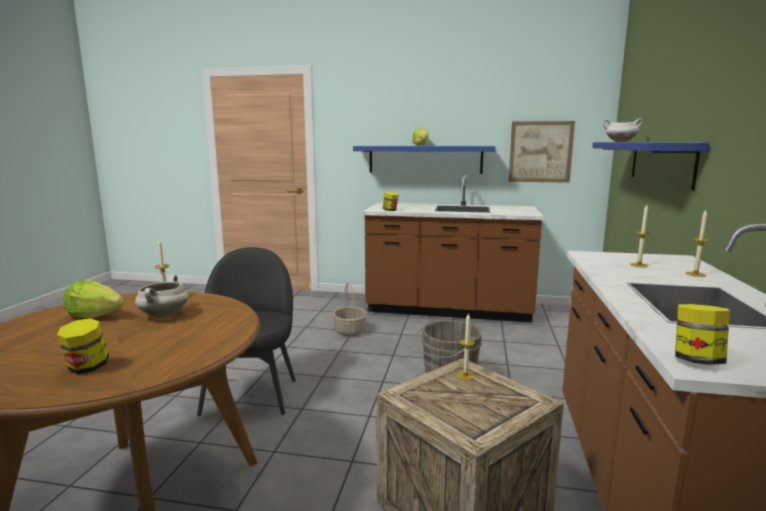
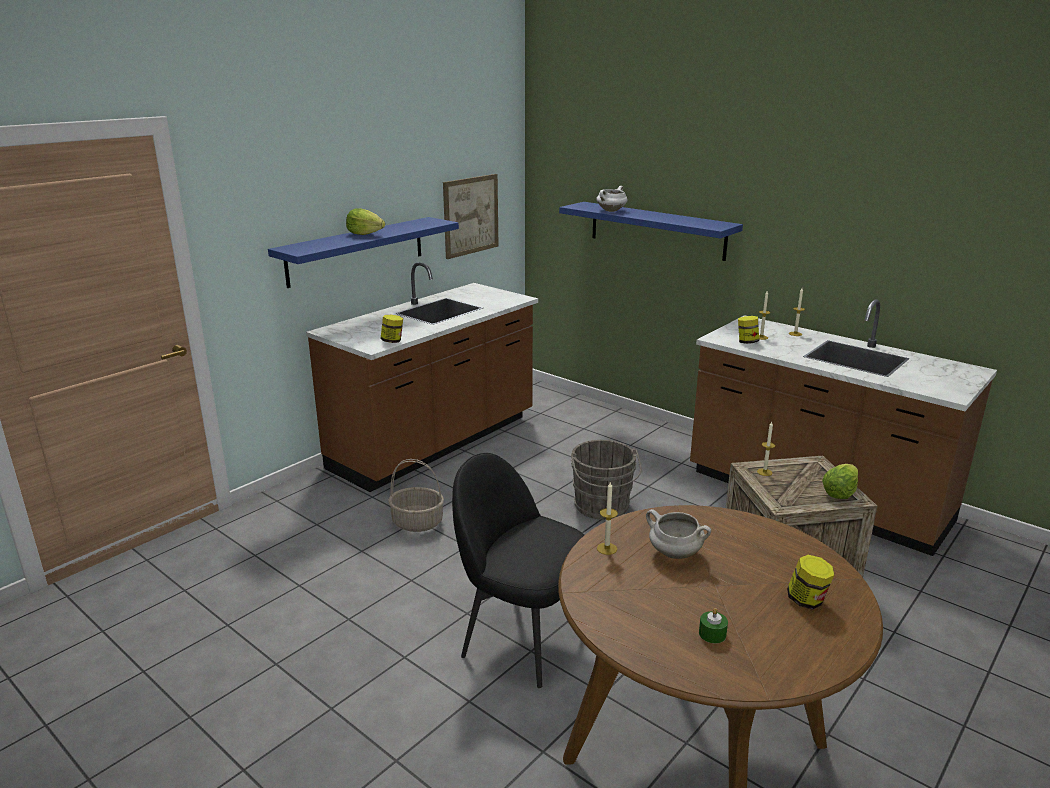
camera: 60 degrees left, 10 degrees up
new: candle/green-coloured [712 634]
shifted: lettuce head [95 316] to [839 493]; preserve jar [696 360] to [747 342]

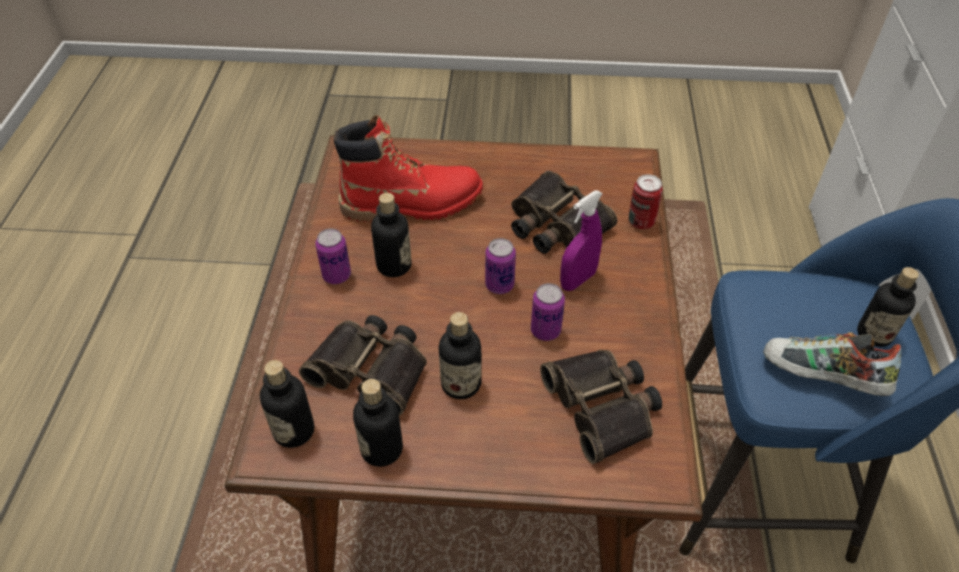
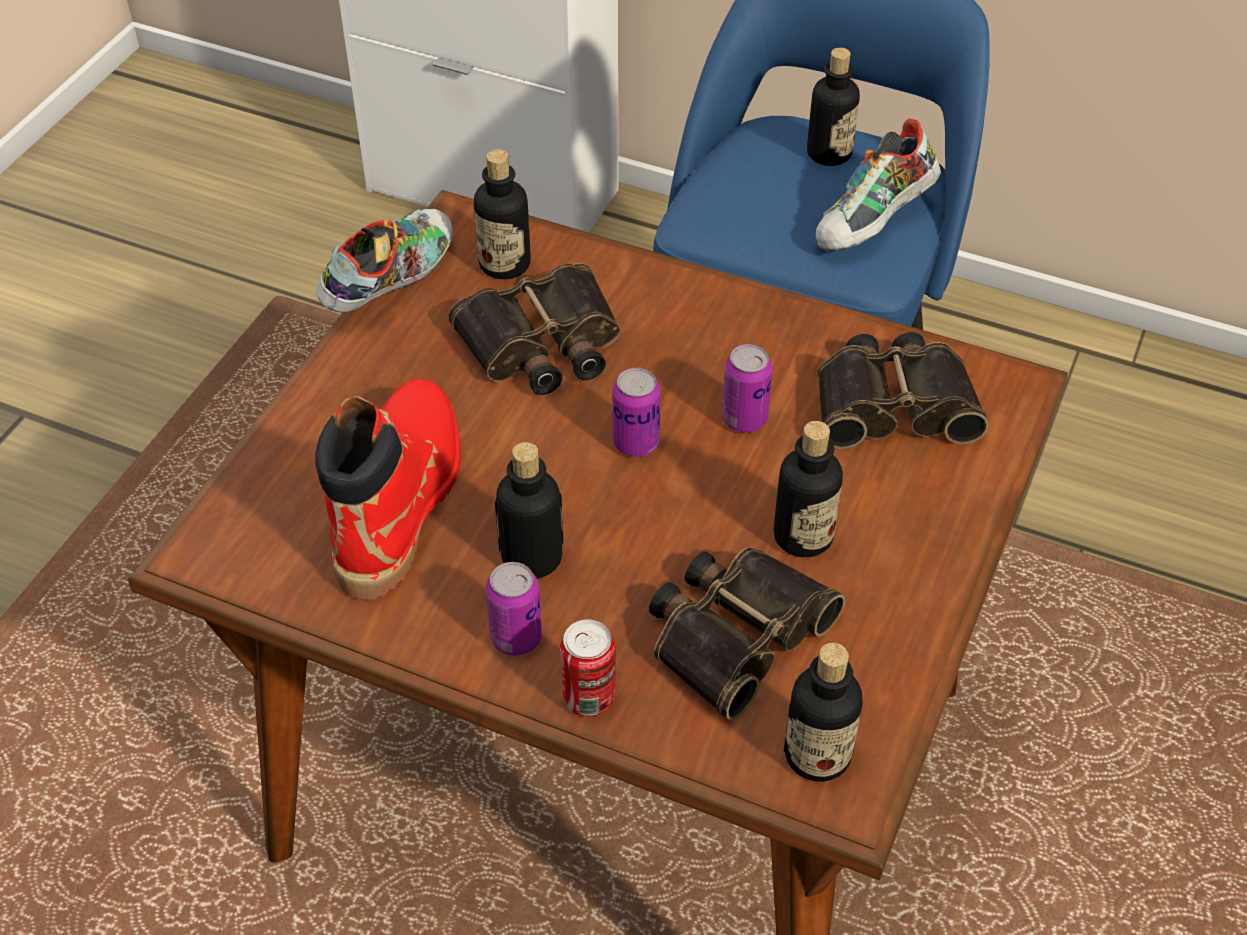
camera: 70 degrees left, 0 degrees up
gone: spray bottle/purplish [578 280]
new: low shoe [390 281]
shifted: bottle [381 449] to [505 264]; can [641 222] to [588 698]

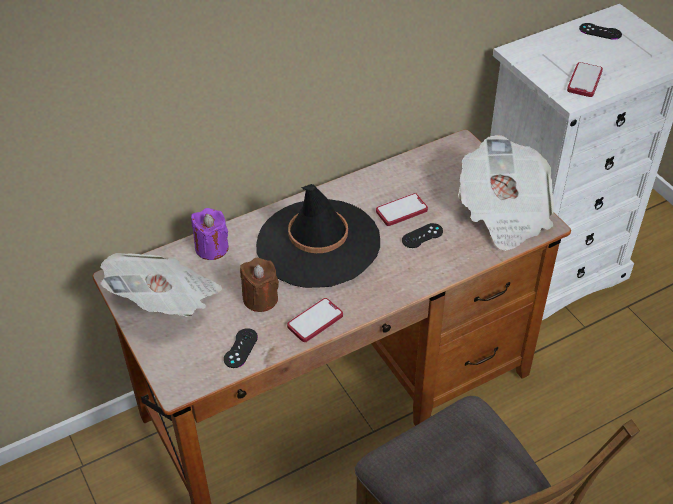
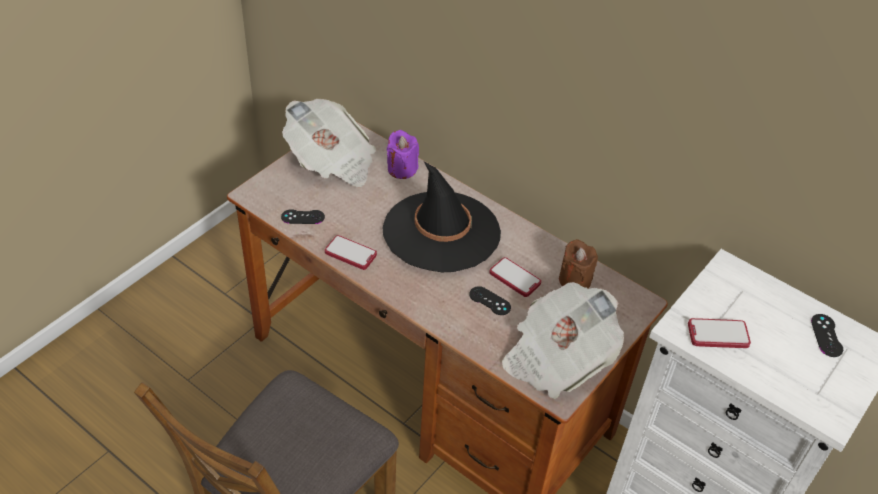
camera: 65 degrees right, 0 degrees up
shifted: candle/brownish [260 299] to [574 280]

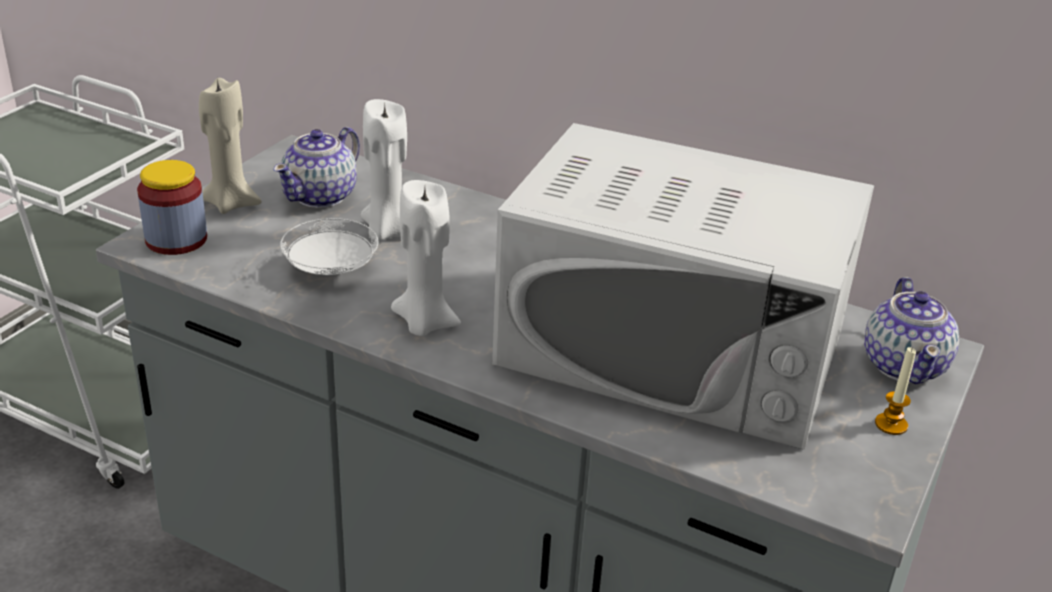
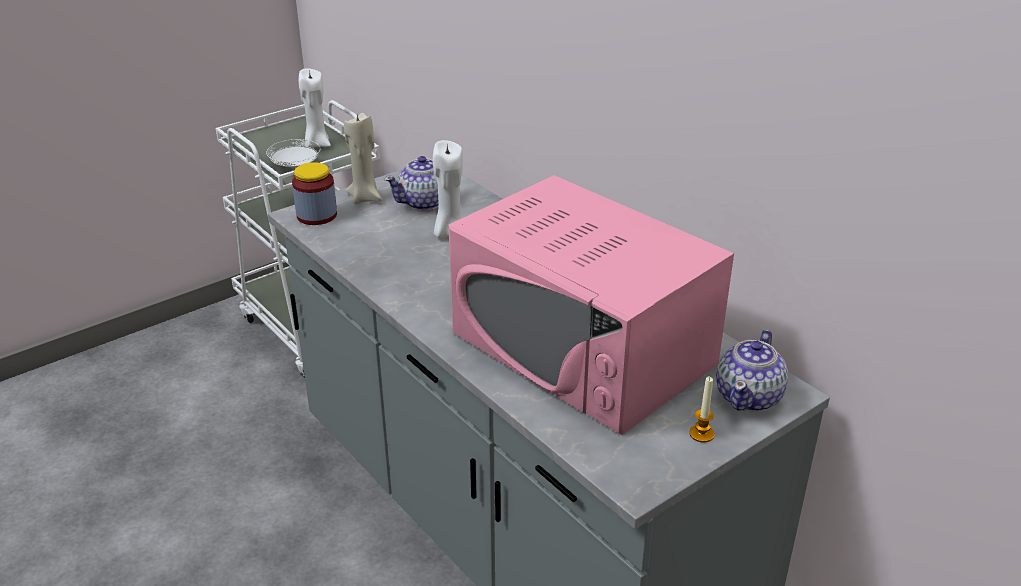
camera: 25 degrees right, 0 degrees up
shifted: plate/white [330 270] to [295 166]; candle/white [424 324] to [317 144]
repainted: microwave oven/white [672 349] to microwave oven/pink-coloured [582 348]

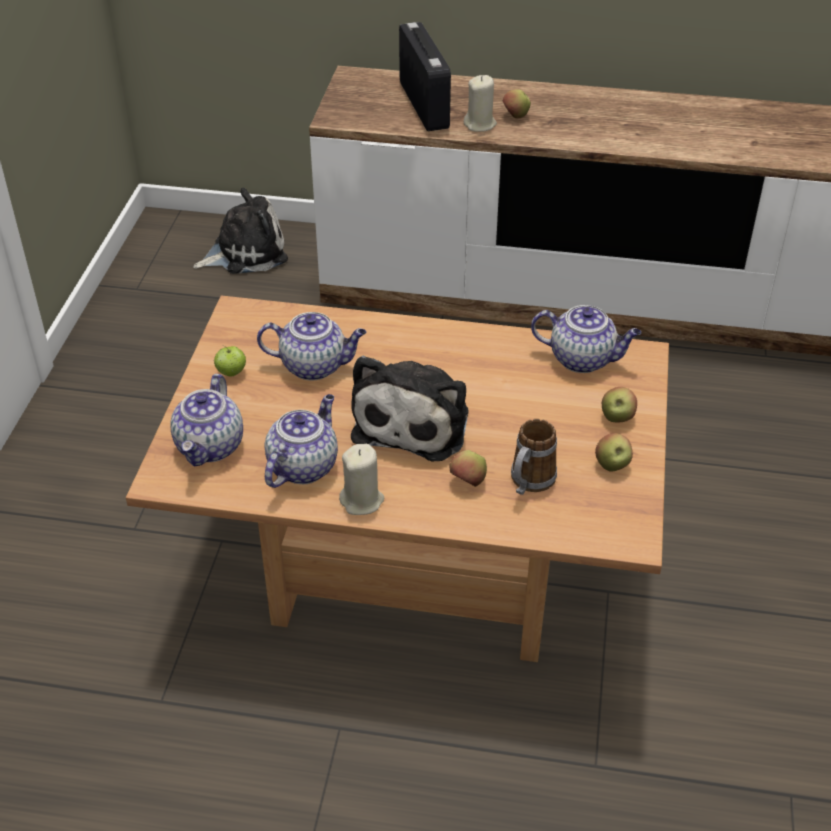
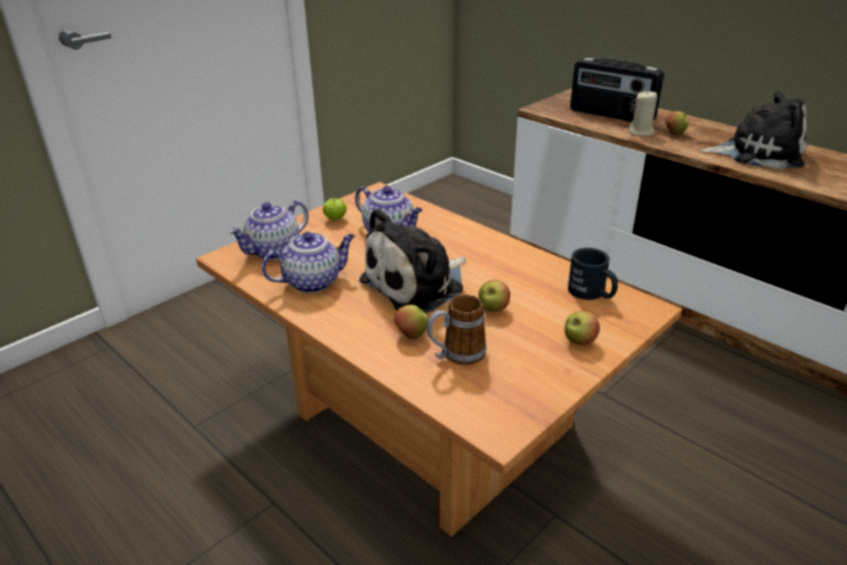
camera: 35 degrees right, 10 degrees down
gone: candle/sand-coloured [362 500]
shifted: soft toy [245 252] to [757 153]; apple fruit [612 466] to [493 309]
swapped: pot for tea [583 359] to tea mug/black-coloured [592 293]
rotated: radio [425 105] = [611 115] 105 degrees clockwise

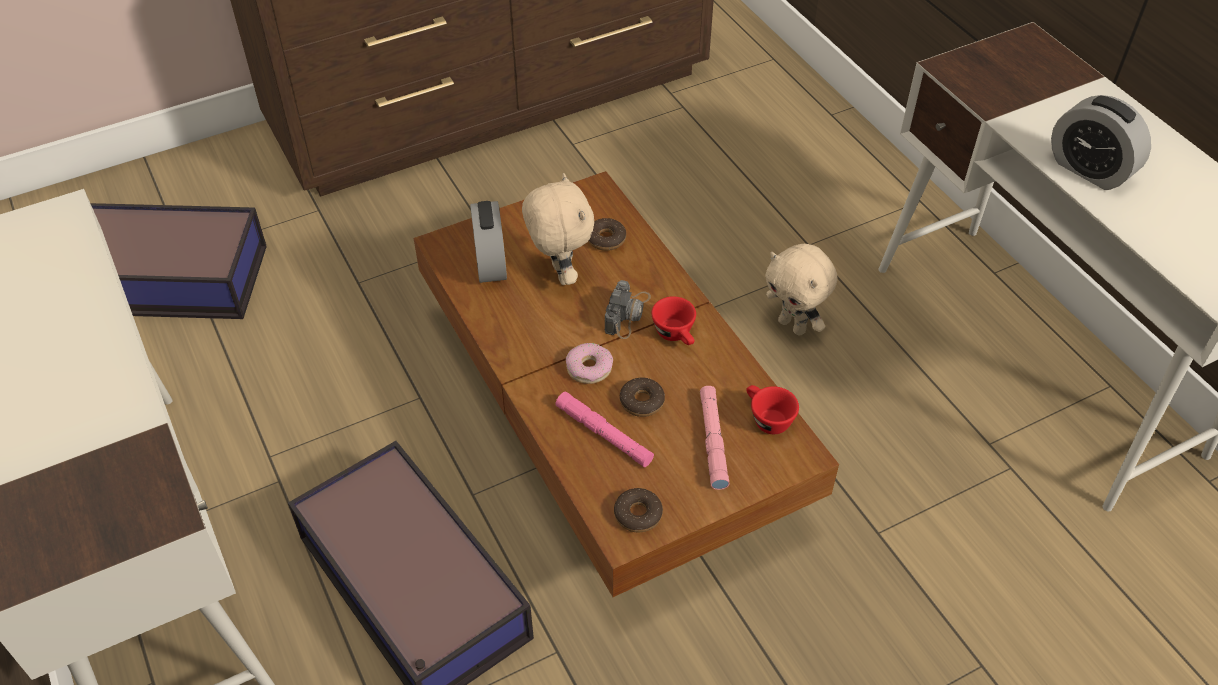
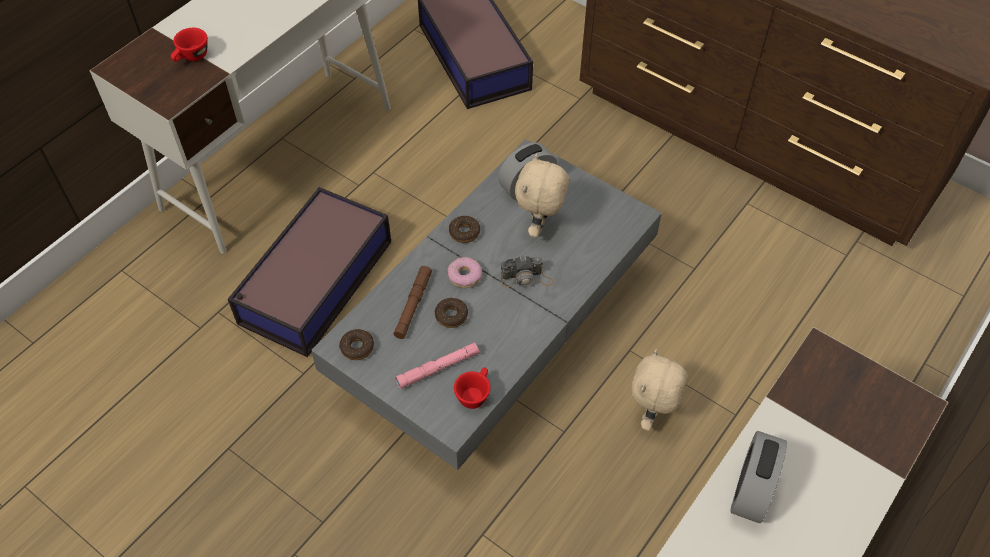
camera: 65 degrees right, 5 degrees up
shifted: doughnut [606 239] to [464 232]; cup/red [676 335] to [192 57]
repainted: coffee table/brownish [606 419] to coffee table/greyish [494 329]; torch/pink-coloured [604 434] to torch/brownish [413 305]
rotated: soft toy/sand-coloured [559 274] = [540 227] 150 degrees clockwise

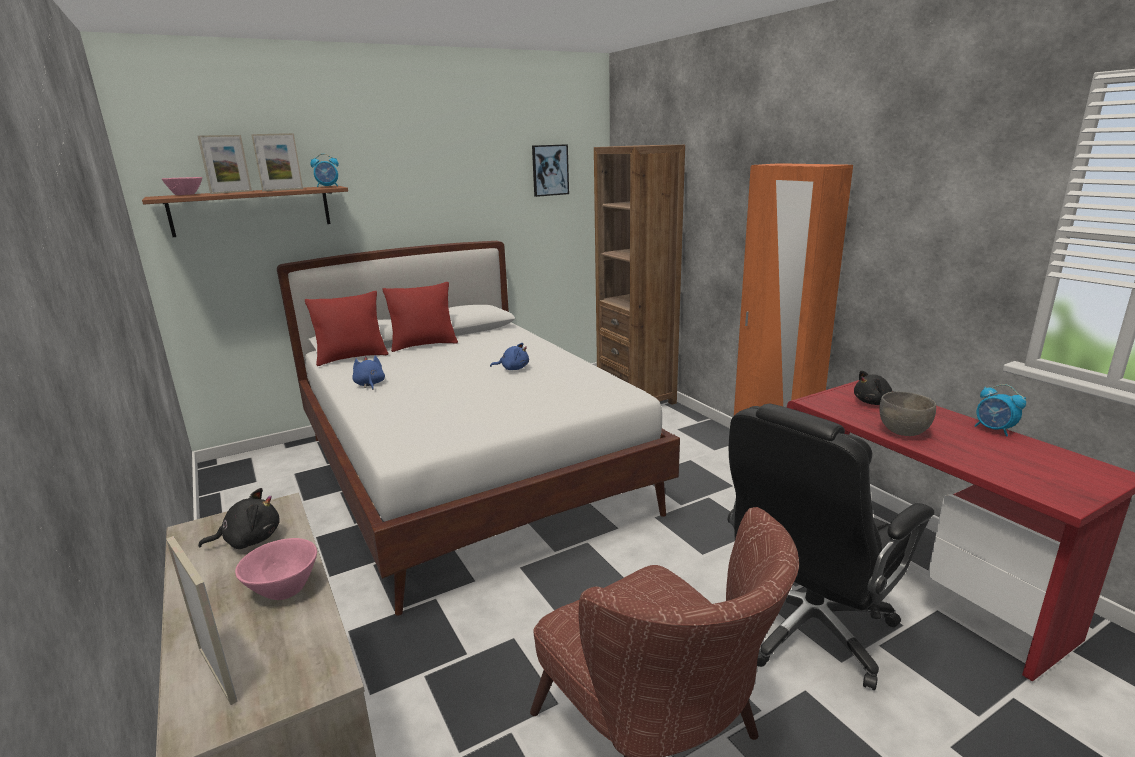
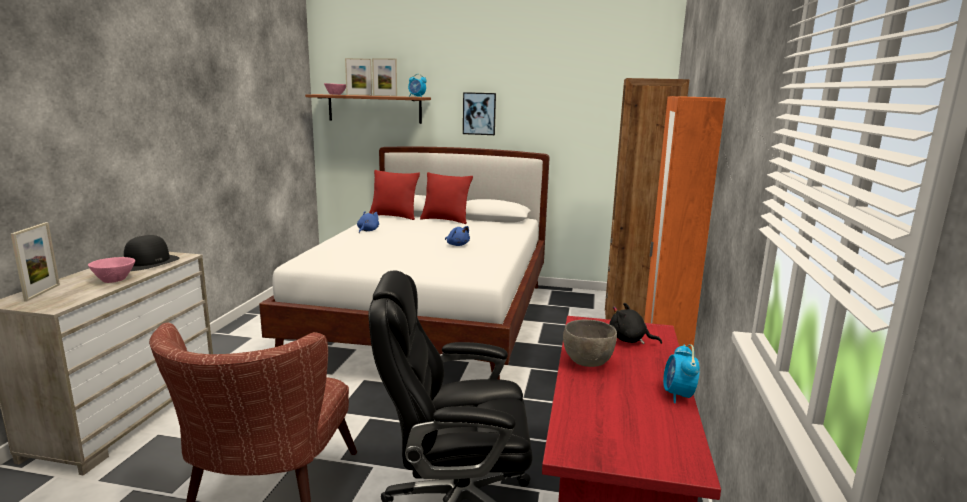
camera: 40 degrees right, 5 degrees down
shifted: wall art [550 170] to [479 113]
swapped: soft toy/black-coloured [249 540] to wearable hat/black-coloured [147 262]

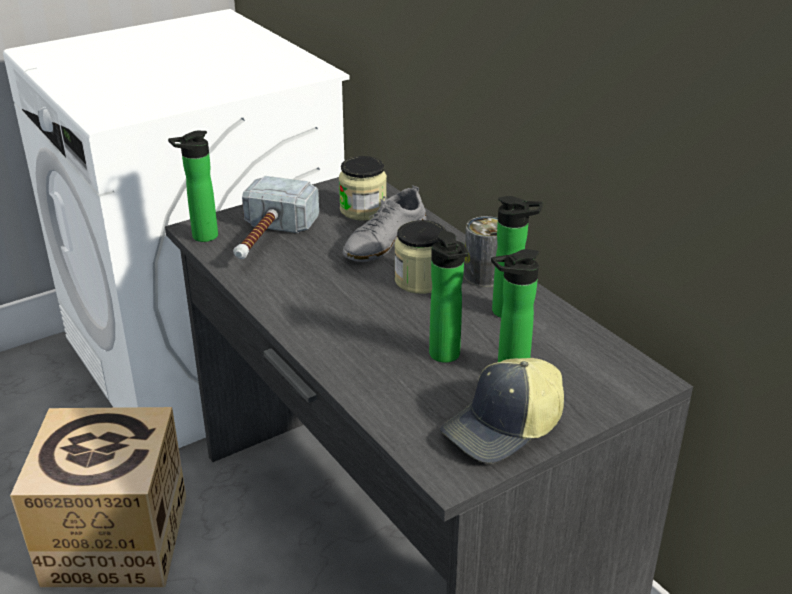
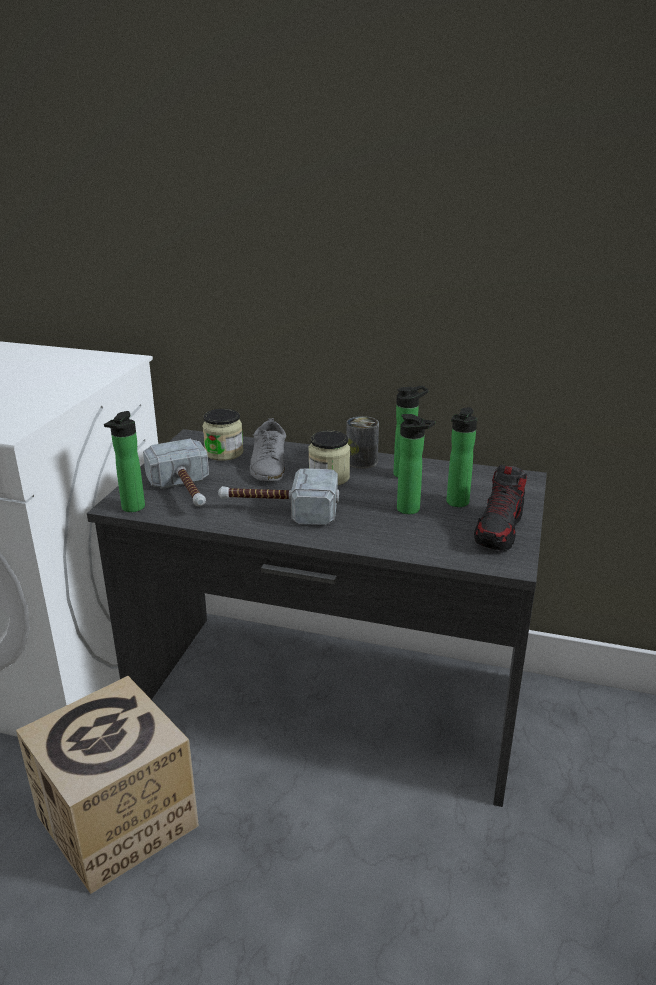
camera: 40 degrees left, 5 degrees down
new: tool hammer [279 510]
swapped: cap [504 429] to low shoe [499 530]

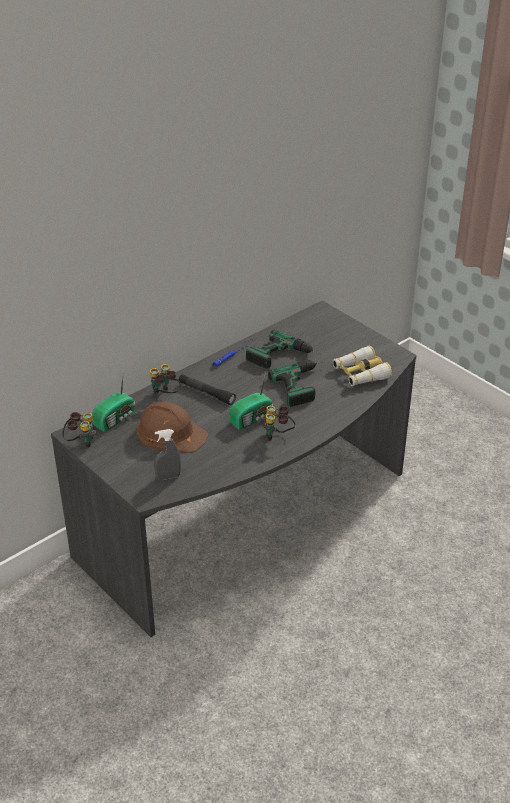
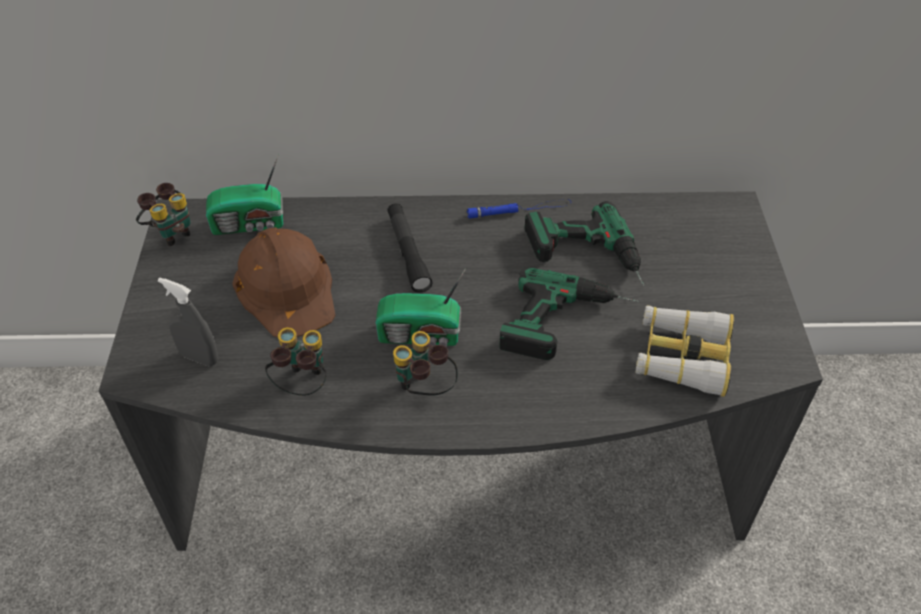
camera: 40 degrees right, 10 degrees up
shifted: pair of binoculars [165 395] to [302 384]

